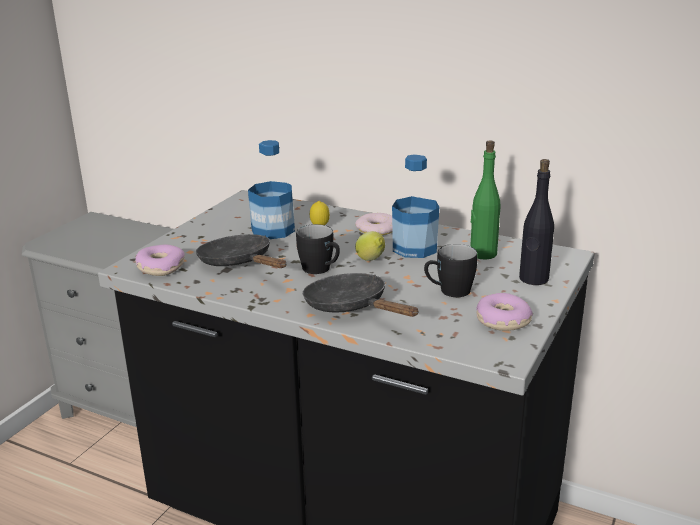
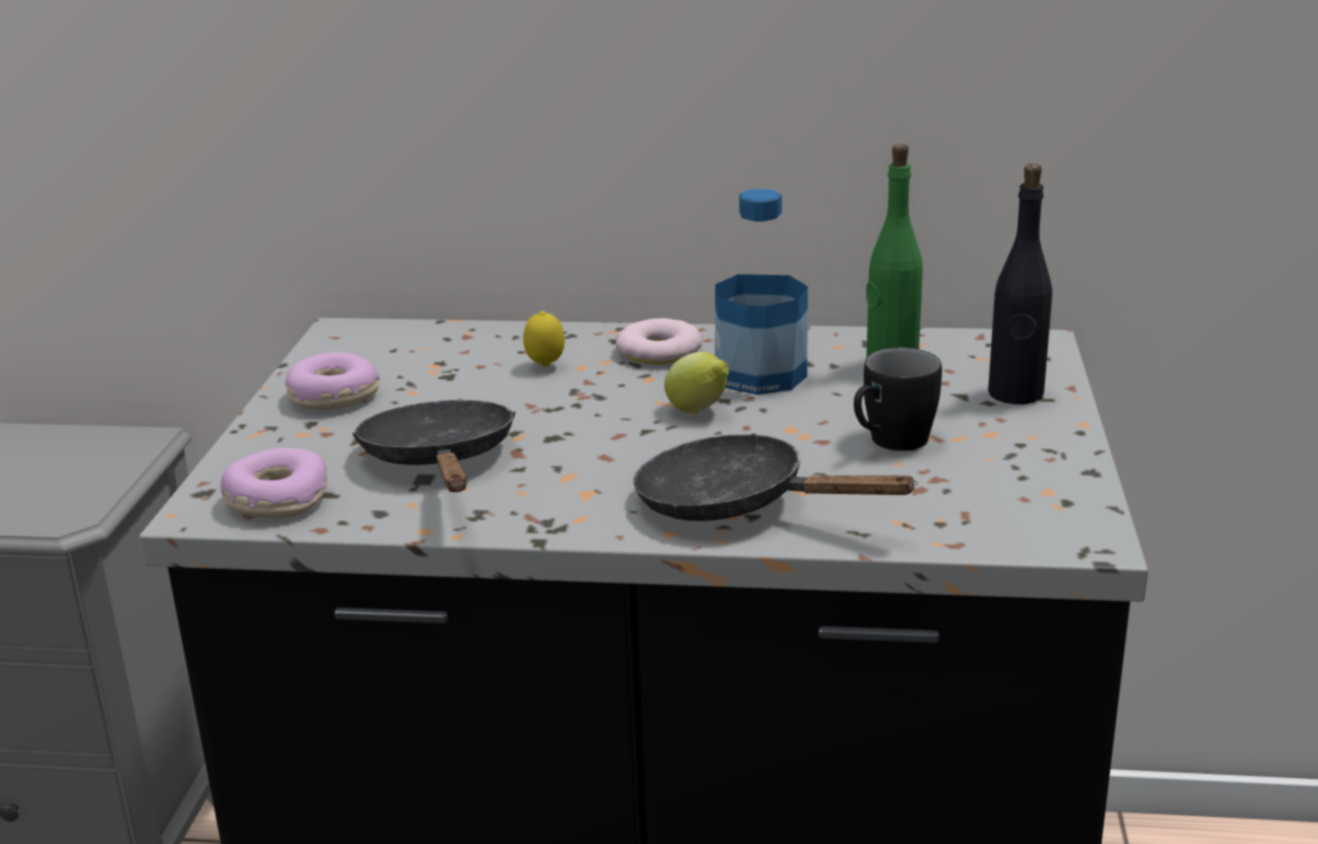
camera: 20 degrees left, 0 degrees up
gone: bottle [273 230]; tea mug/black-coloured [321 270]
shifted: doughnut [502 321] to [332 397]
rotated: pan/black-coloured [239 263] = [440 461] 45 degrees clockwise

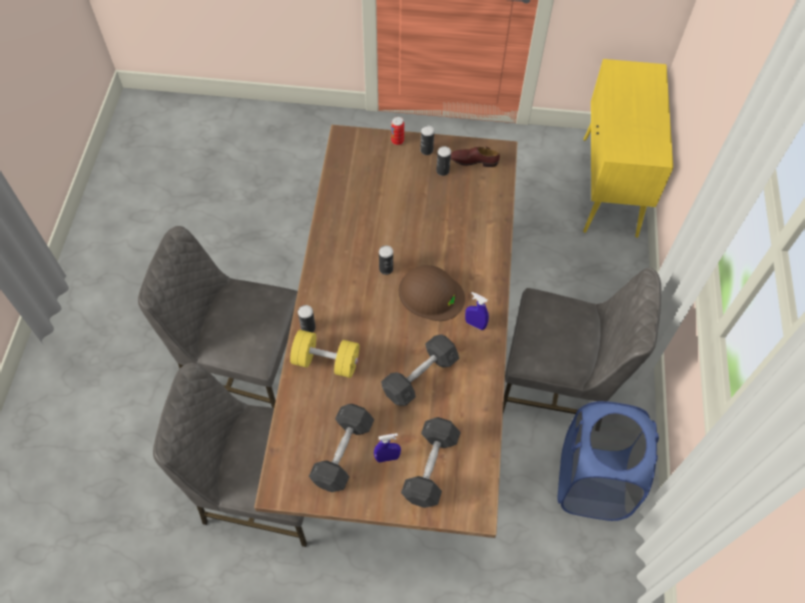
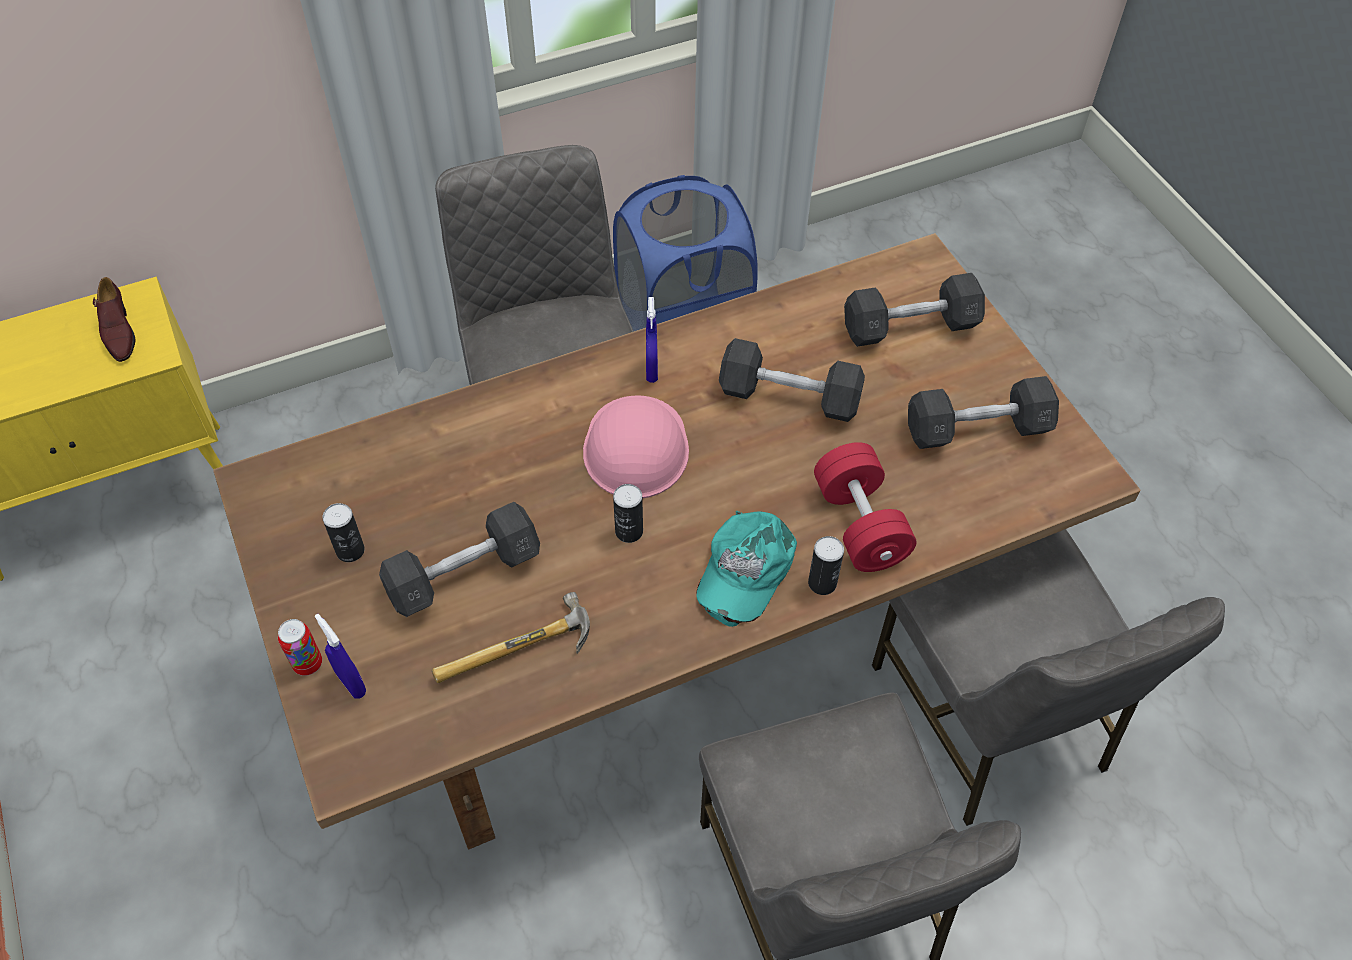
camera: 120 degrees left, 5 degrees down
gone: can [426 150]
new: dumbbell/greyish [464 574]; tool hammer [517 656]; cap/blue-green [744 570]
shifted: spray bottle/blue-coloured [387 457] to [351 683]; low shoe/brownish [473 161] to [118 331]
repainted: dumbbell/yellow [326 361] to dumbbell/red [859 524]; safety helmet/brownish [431 294] to safety helmet/pink-coloured [636 447]

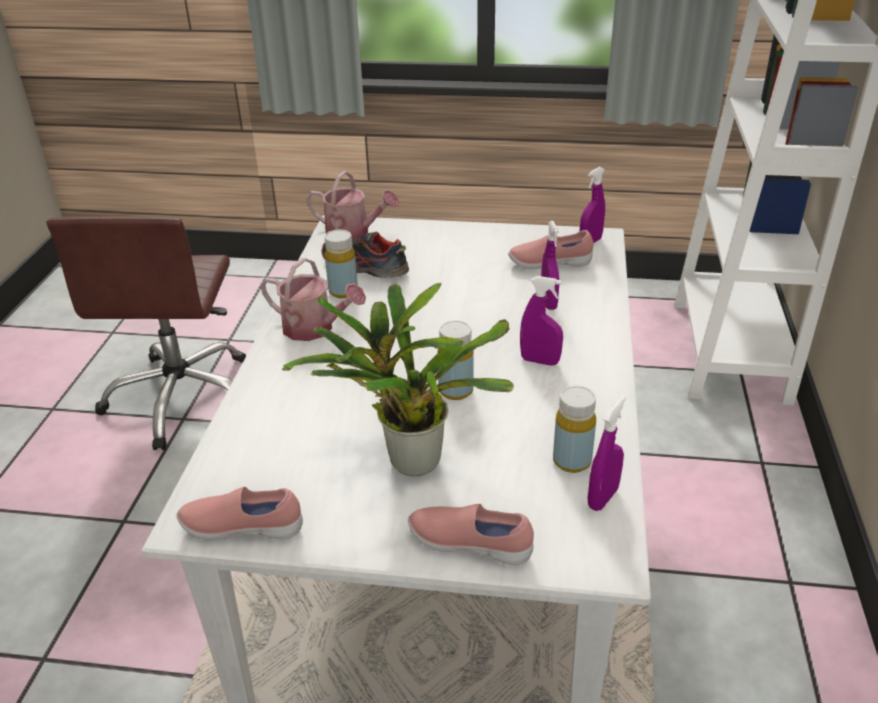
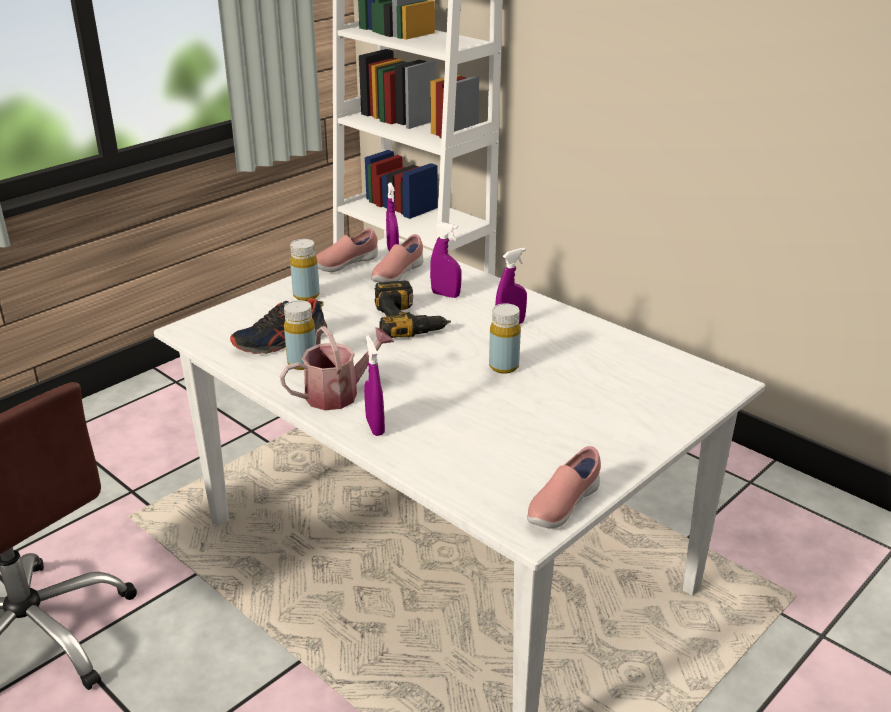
camera: 55 degrees left, 5 degrees down
gone: plant in a pot [408 460]; sprinkling can [353 233]
new: power drill [410 321]
shifted: low shoe/pink-coloured [470 544] to [345 264]; bottle/yellow [572 461] to [306 295]; spray bottle/purplish [603 498] to [375 427]

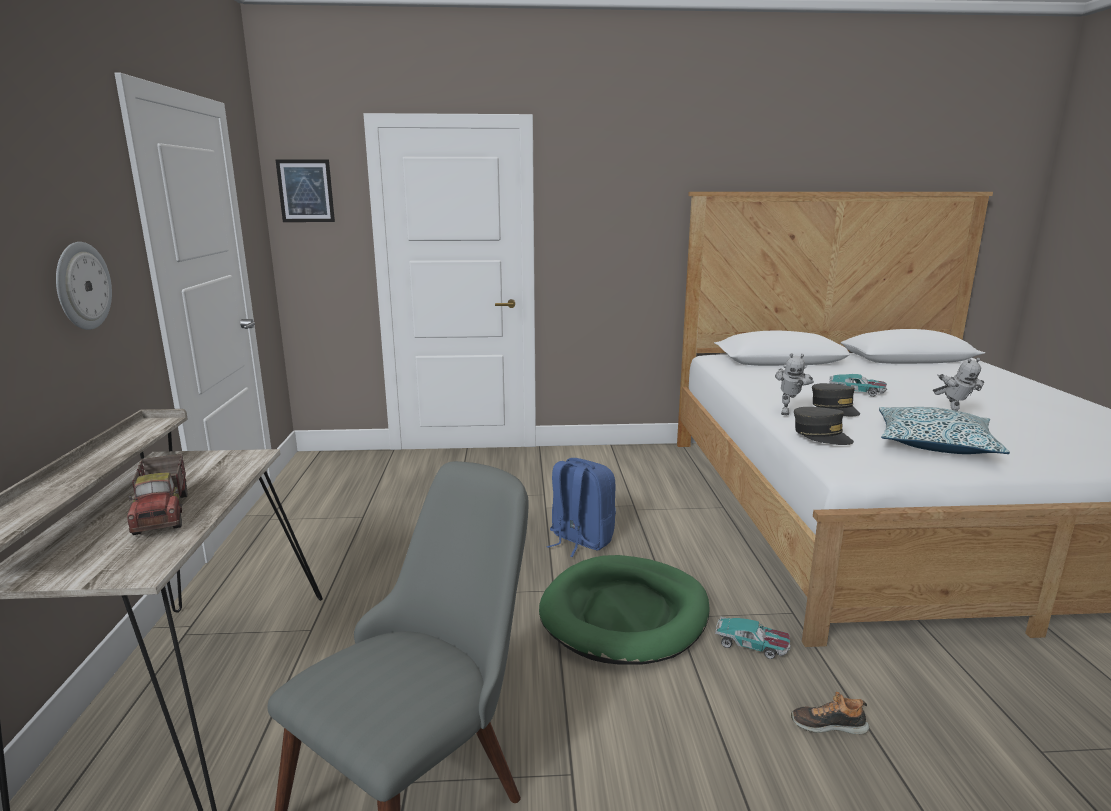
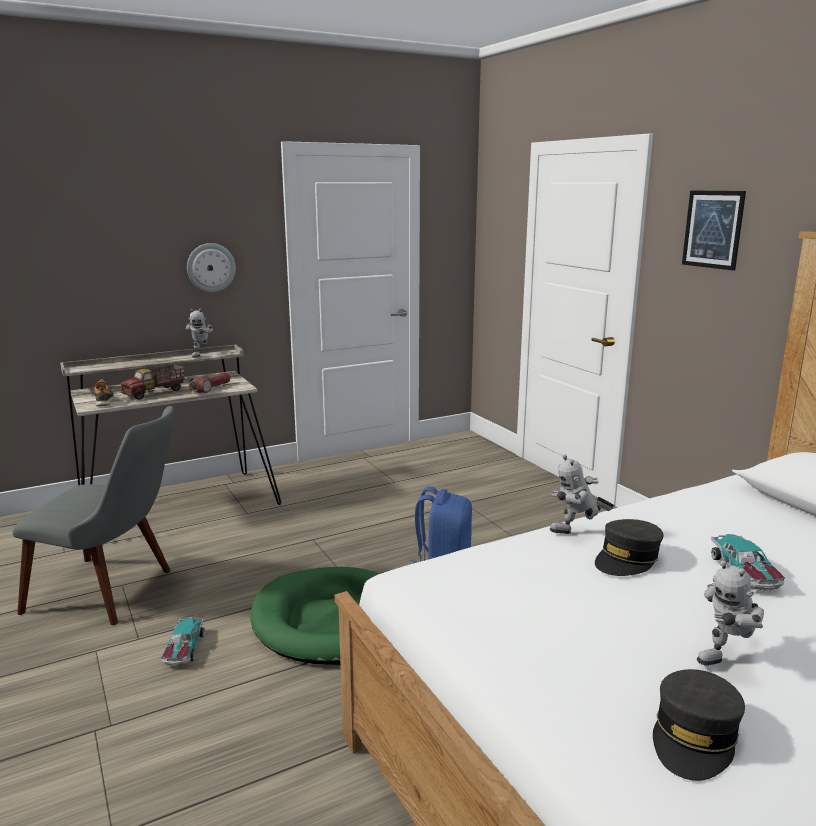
camera: 65 degrees right, 0 degrees up
gone: pillow [935 444]
new: model robot [201 355]; torch [211 388]
shifted: wall art [305 191] to [712 229]; model car [752 644] to [184 649]; low shoe [828 724] to [104 401]; cap/greyish [821 435] to [694 737]

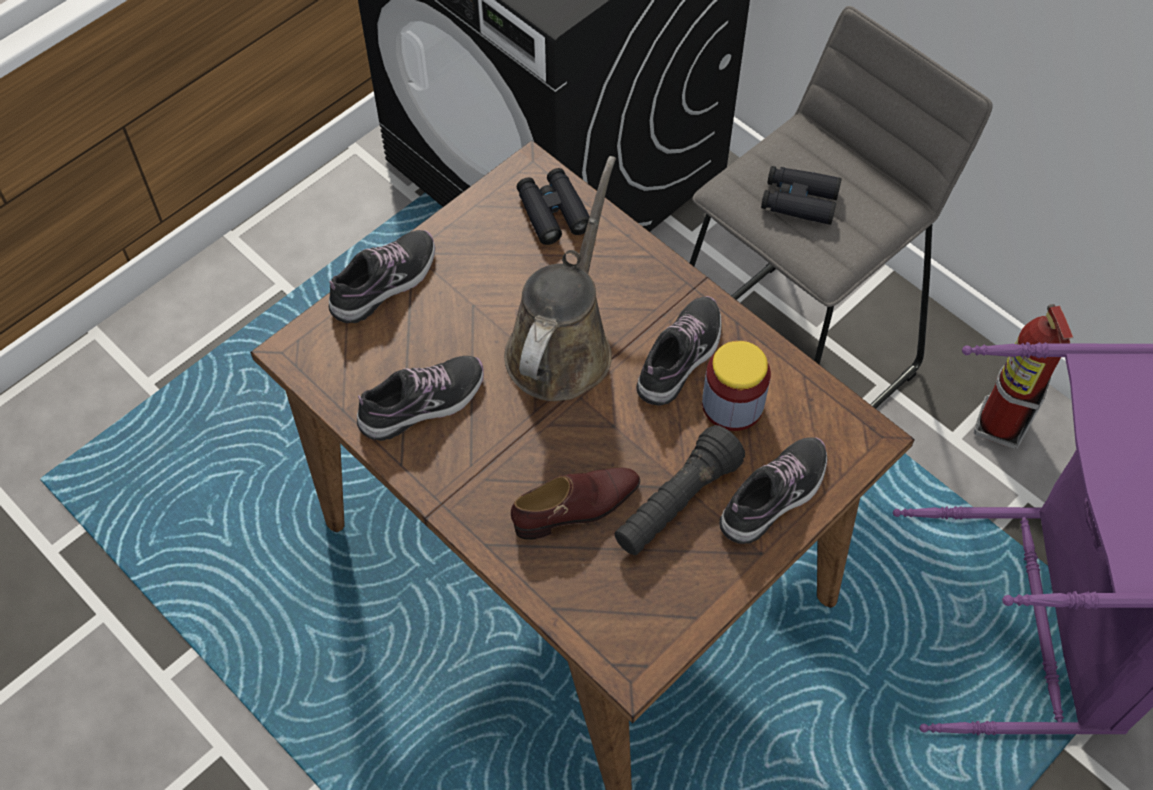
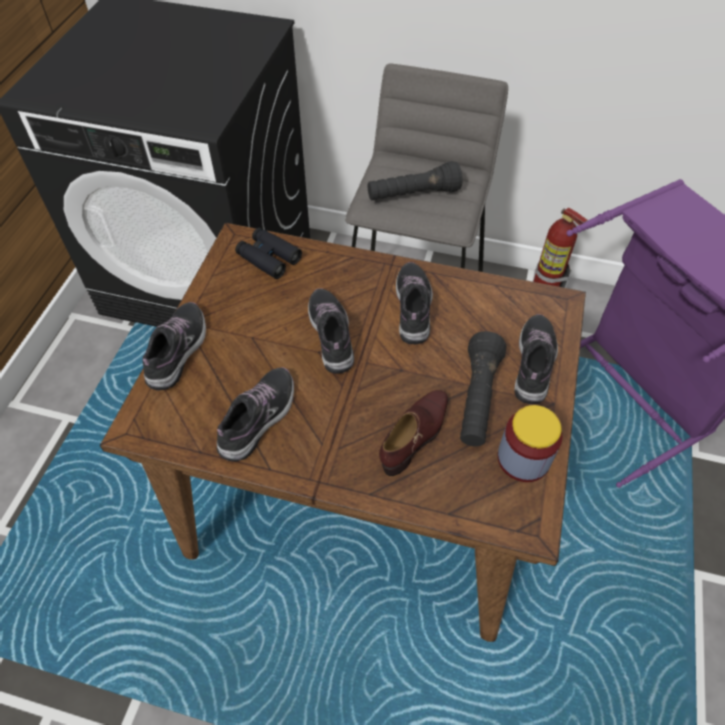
camera: 30 degrees left, 5 degrees down
shifted: preserve jar [732 404] to [523 458]
swapped: sprinkling can/brownish [562 345] to low shoe [331 335]; pair of binoculars/black-coloured [799 201] to torch/black-coloured [413 195]

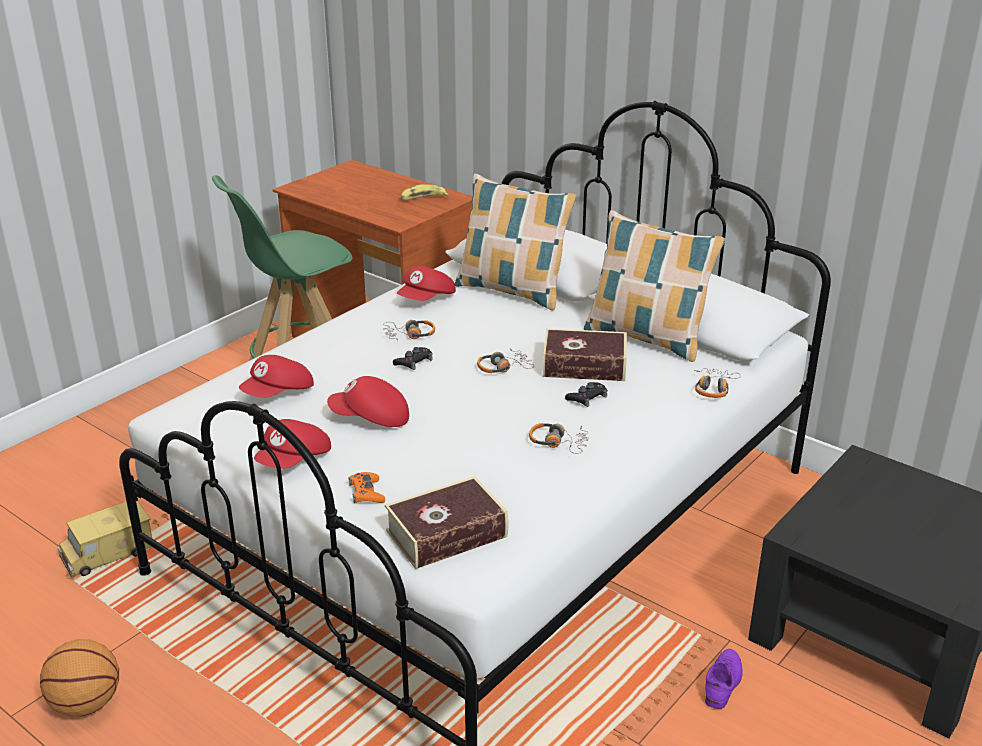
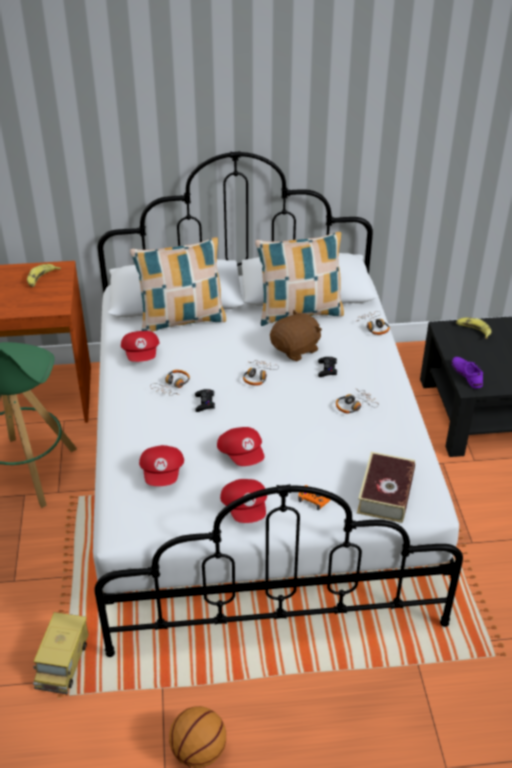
camera: 45 degrees left, 10 degrees up
new: whole banana [473 330]
shifted: low shoe/purplish [723 682] to [466 374]
swapped: book [584 365] to soft toy/brownish [296 349]
rotated: cap/red [371 419] = [242 455] 75 degrees counterclockwise

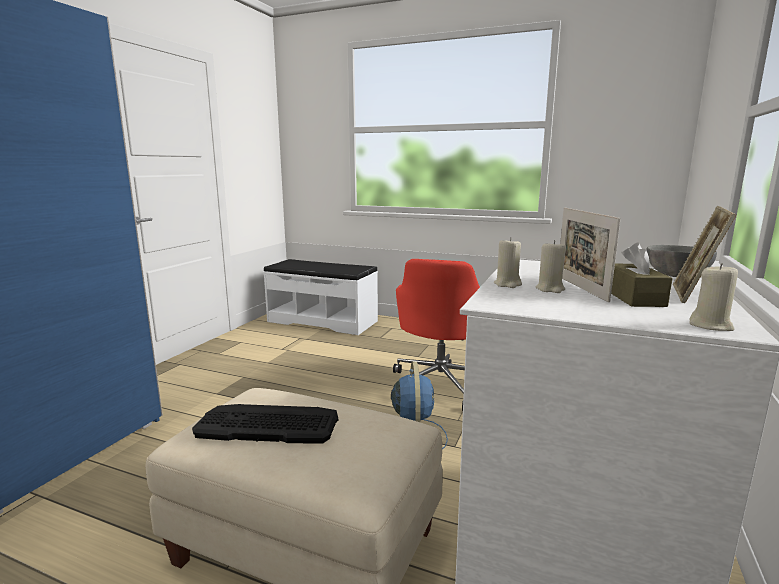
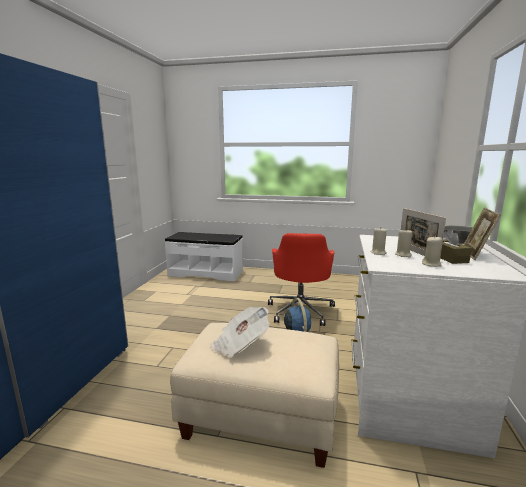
camera: 10 degrees left, 0 degrees up
shifted: candle/sand-coloured [711 326] to [431 264]
swapped: PC keyboard [267 424] to newspaper [240 344]

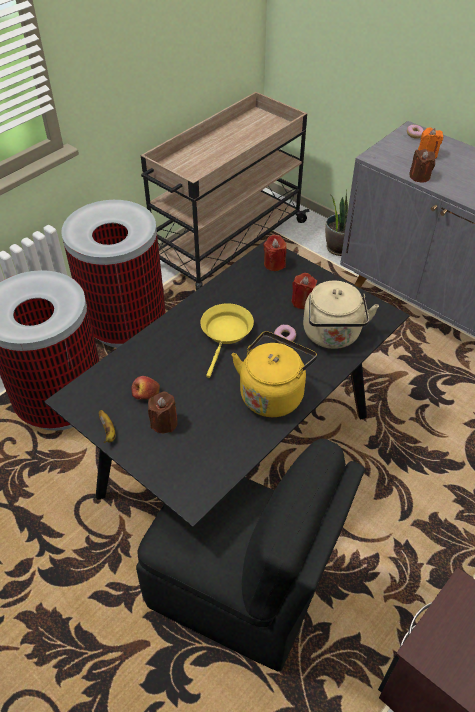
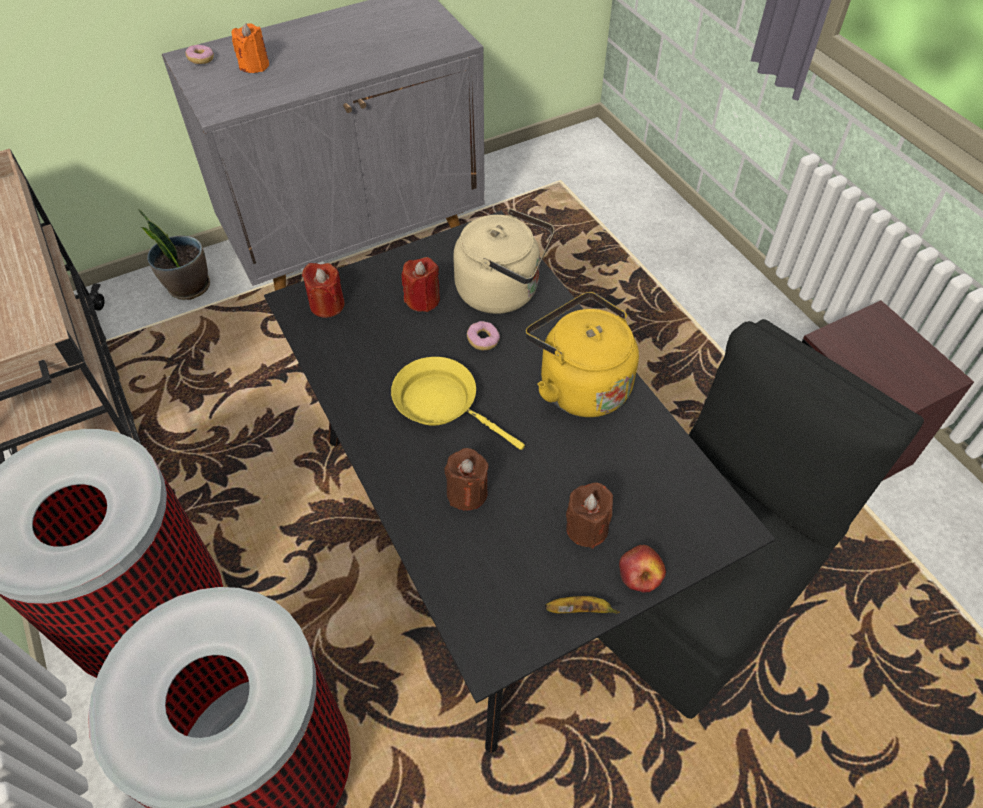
camera: 70 degrees left, 5 degrees up
shifted: apple fruit [146 393] to [640 573]; candle/brownish [419 176] to [467 493]

